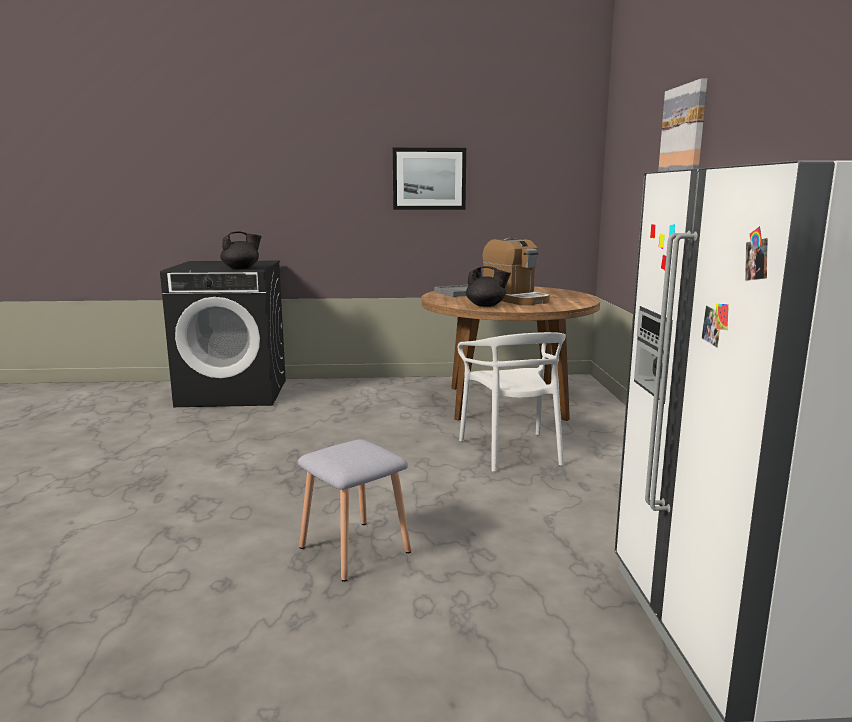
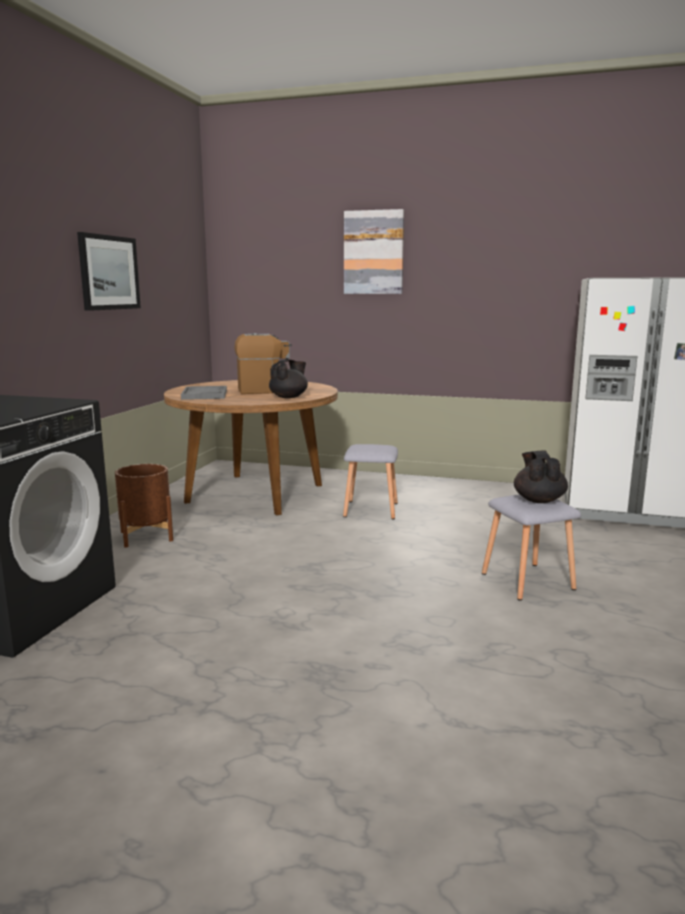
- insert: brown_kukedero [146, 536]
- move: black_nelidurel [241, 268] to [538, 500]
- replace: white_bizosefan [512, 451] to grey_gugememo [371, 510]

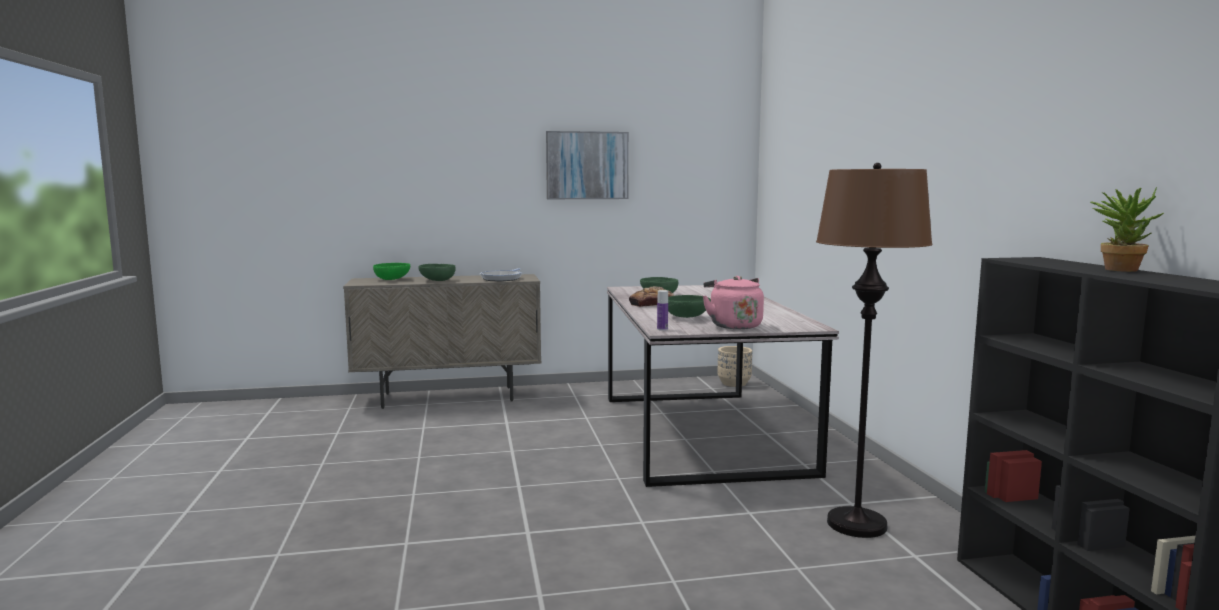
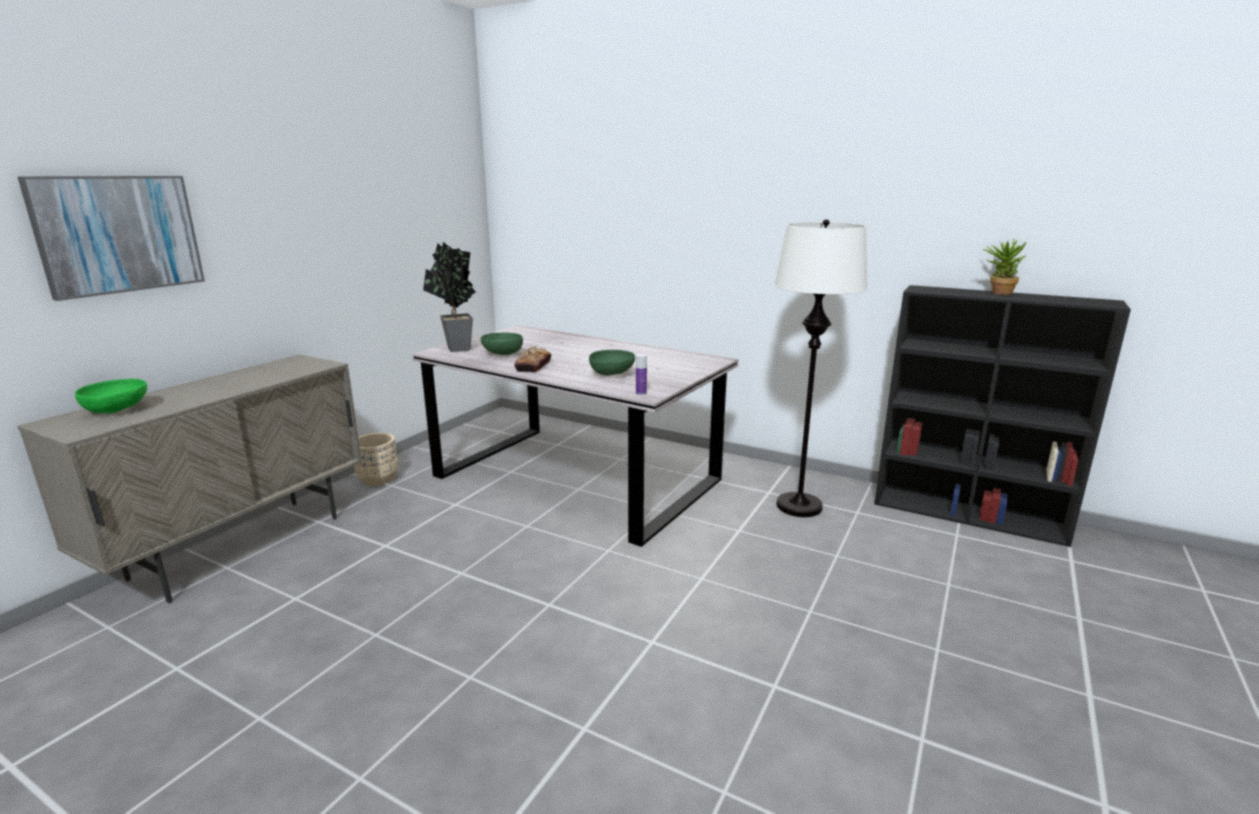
- delete: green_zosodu [437, 280]
- delete: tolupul [502, 278]
- delete: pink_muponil [733, 325]
- insert: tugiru [457, 350]
- move: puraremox [587, 165] to [118, 234]
- move: beige_kukedero [734, 383] to [378, 479]
- recolor: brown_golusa [856, 524] to white_golusa [798, 506]

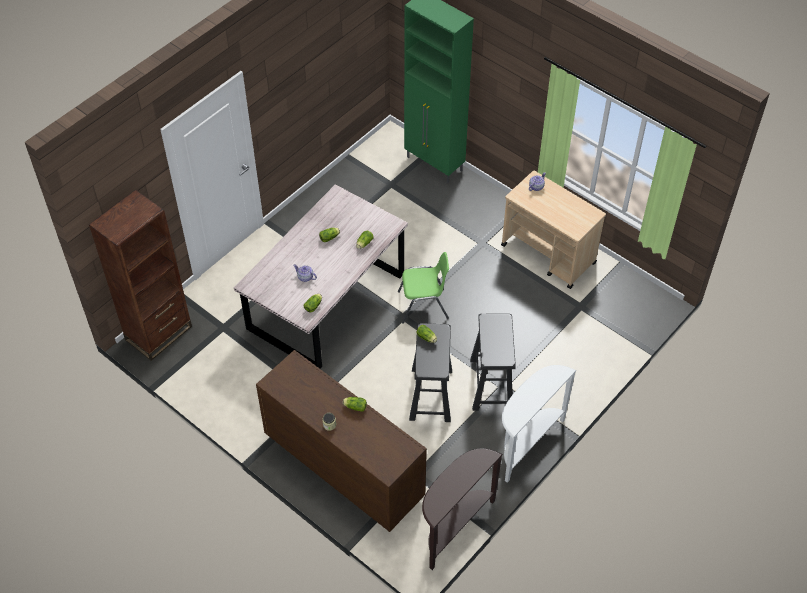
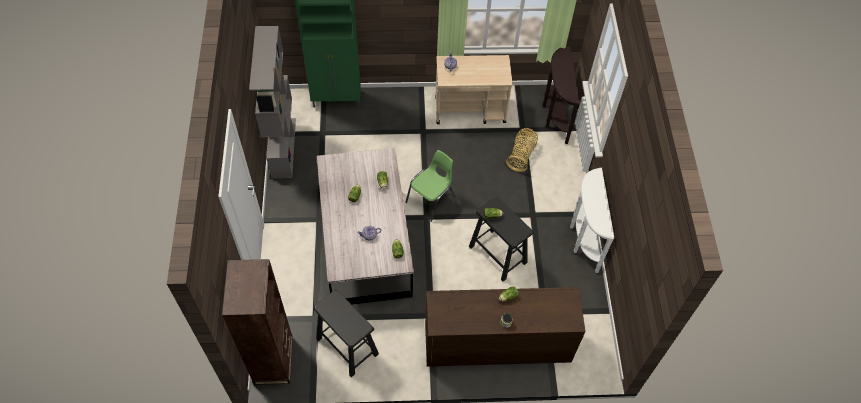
- insert: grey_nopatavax [283, 147]
- insert: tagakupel [521, 155]
- move: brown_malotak [453, 527] to [554, 116]
- move: black_gugememo [491, 384] to [347, 346]

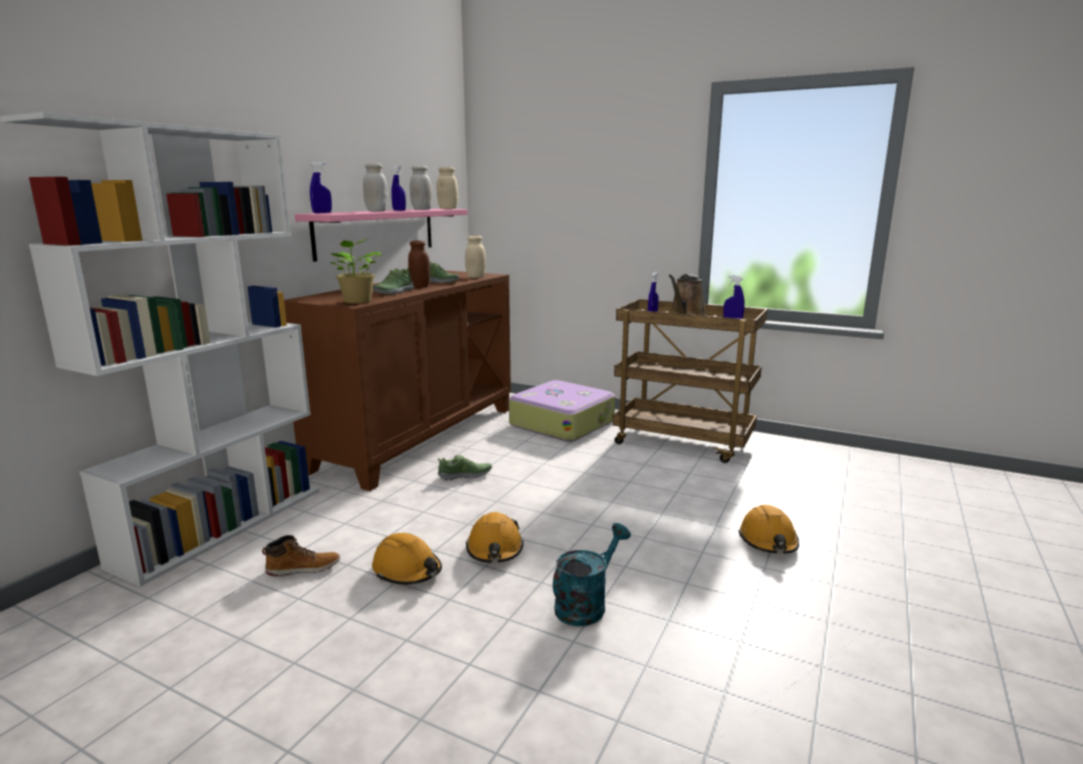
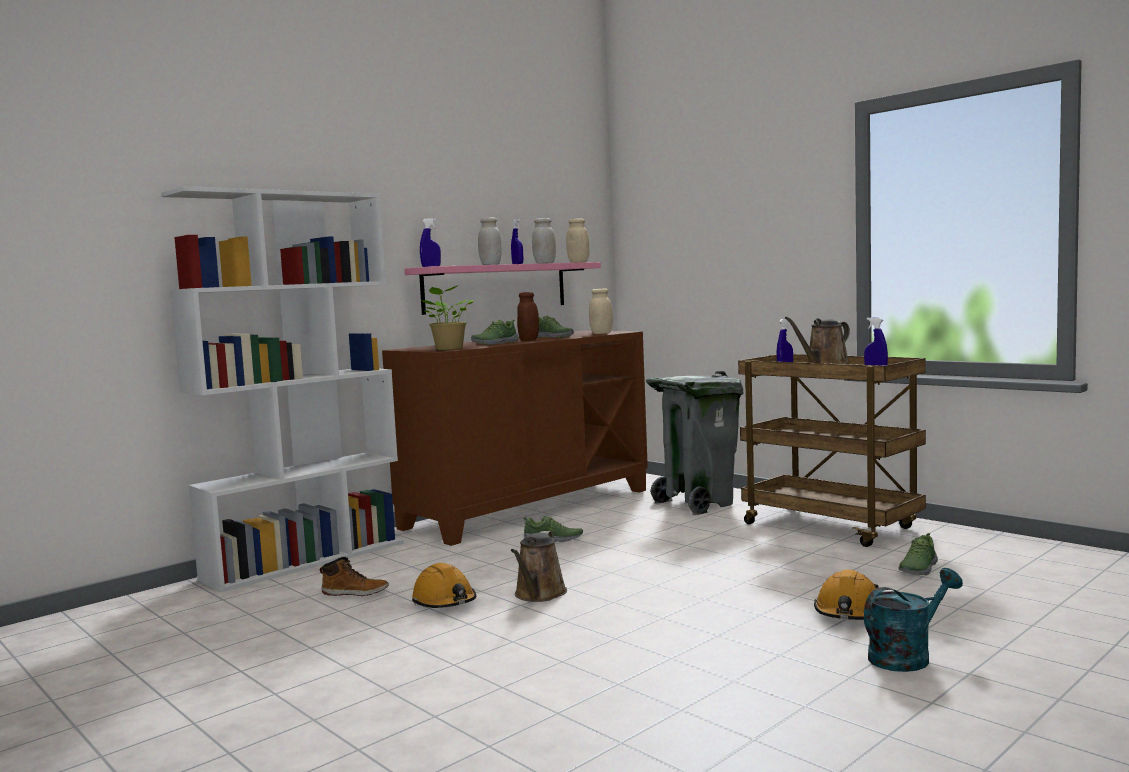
- insert: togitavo [917, 568]
- move: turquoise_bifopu [586, 604] to [906, 656]
- replace: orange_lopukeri [495, 549] to brown_bifopu [539, 595]
- replace: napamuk [562, 423] to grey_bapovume [698, 503]

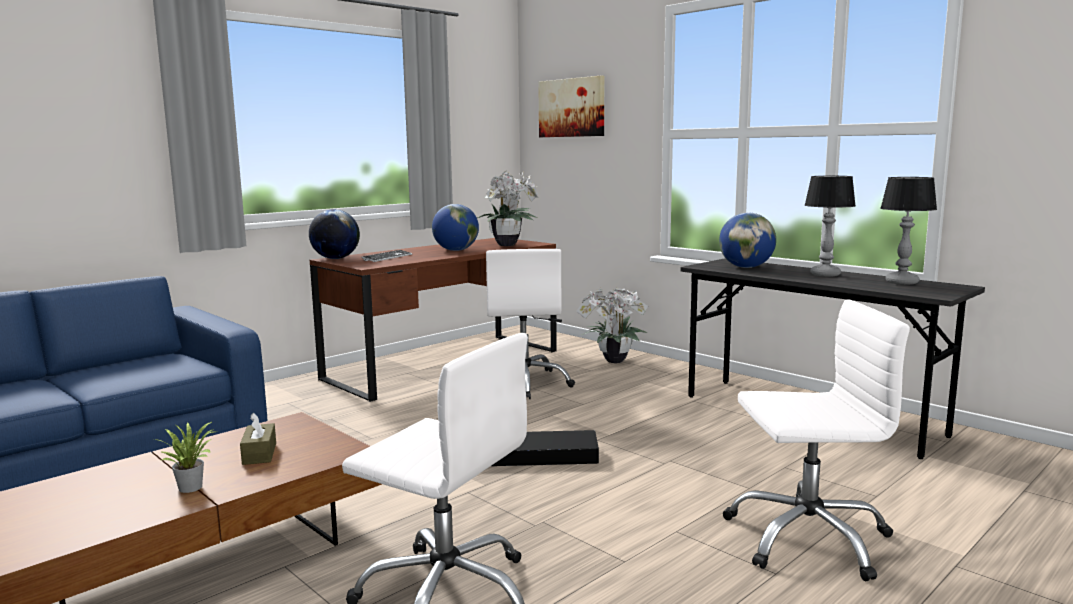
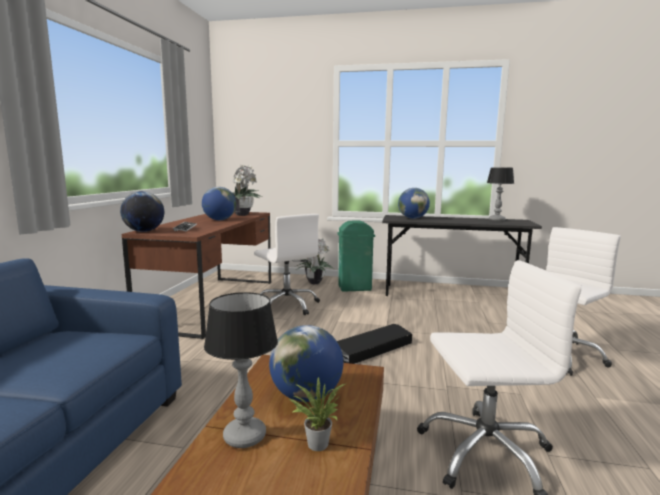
- delete: puraremox [572, 108]
- insert: green_bapovume [355, 288]
- move: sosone [824, 274] to [244, 437]
- replace: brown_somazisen [259, 453] to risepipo [306, 396]

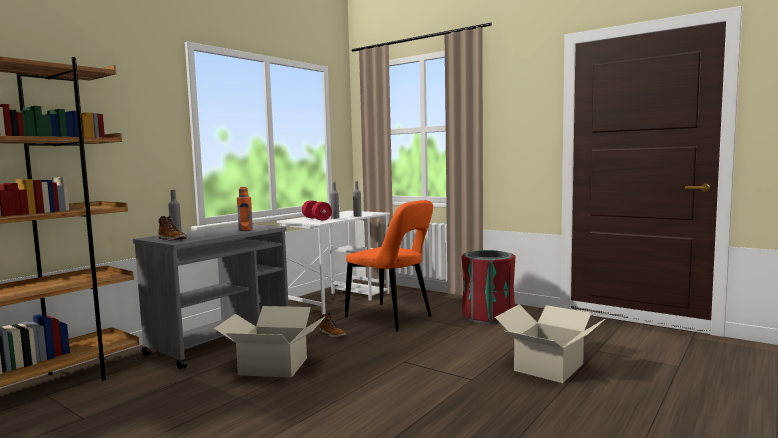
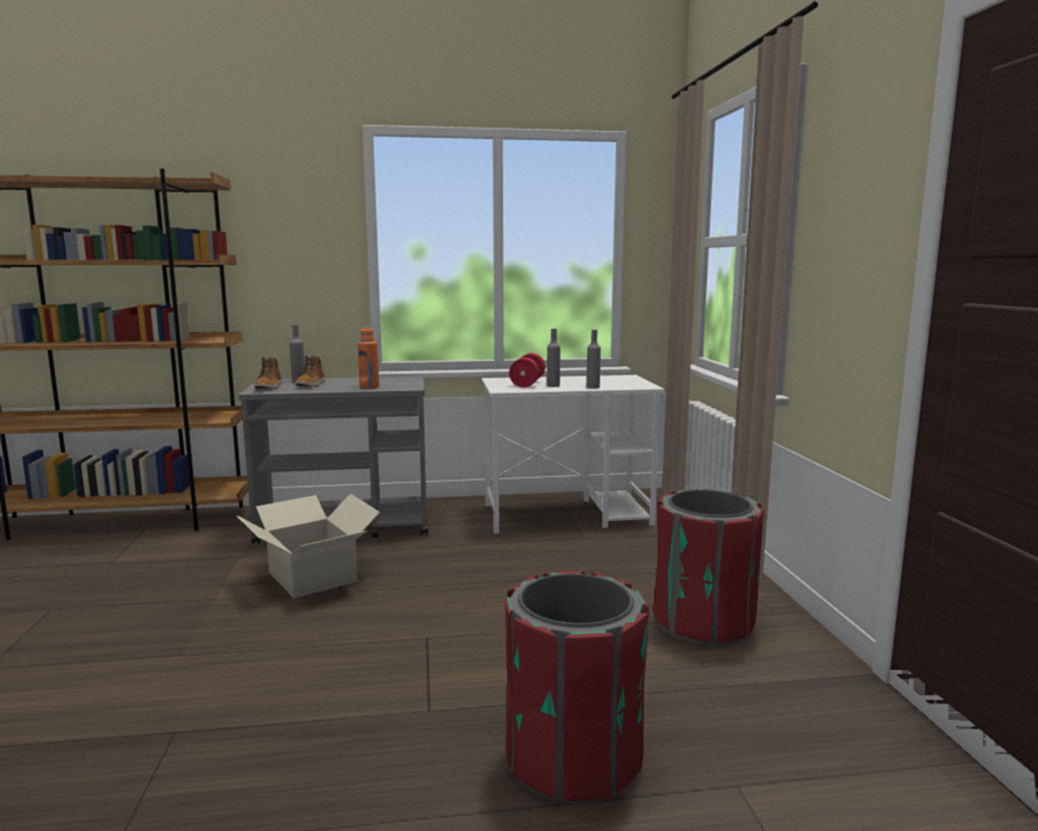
- delete: orange_bizosefan [391, 318]
- move: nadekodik [332, 334] to [311, 385]
- replace: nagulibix [548, 367] to red_bapovume [572, 760]

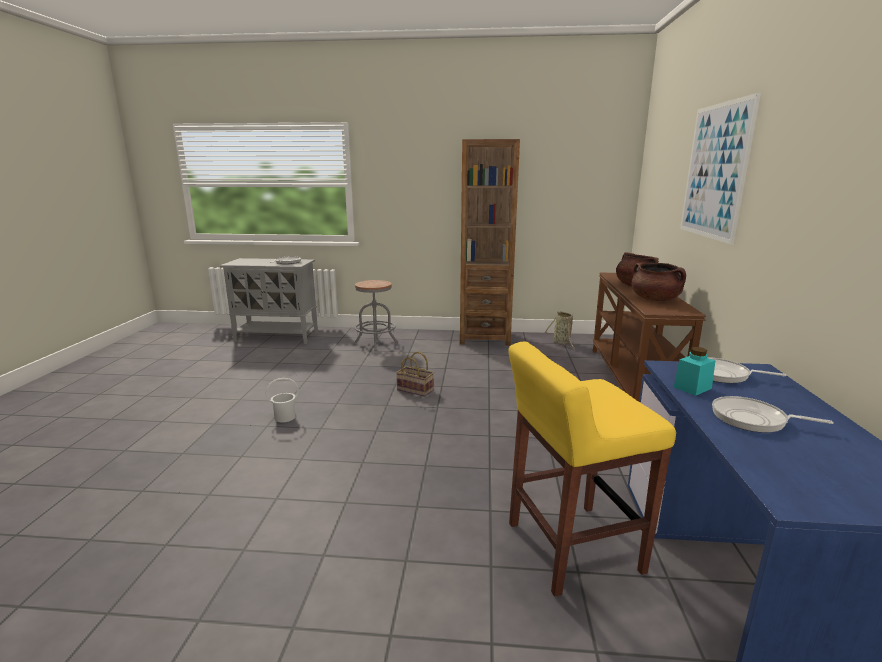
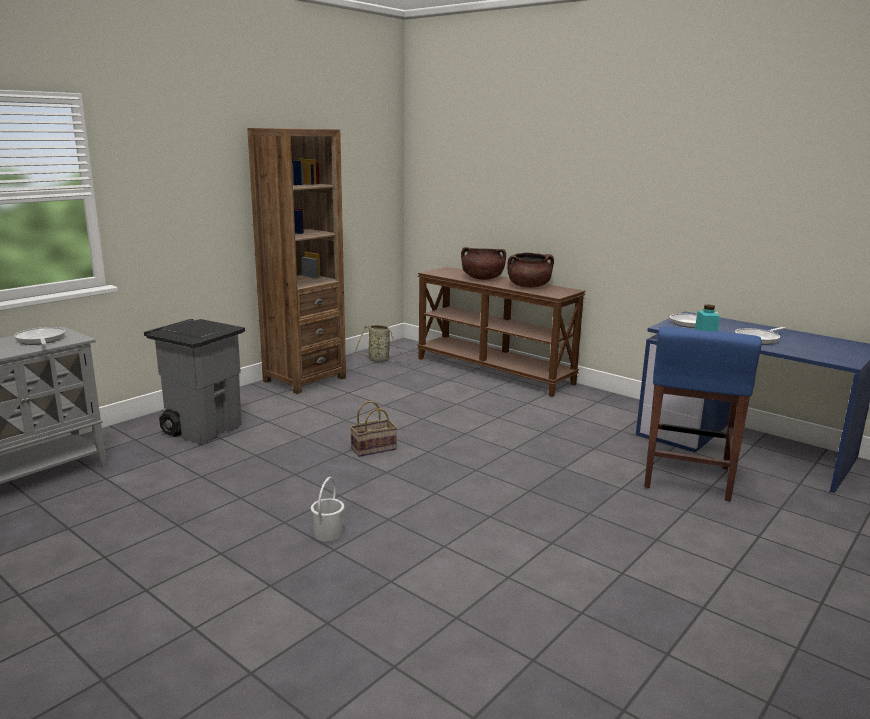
- delete: puraremox [715, 171]
- replace: grey_gugememo [375, 343] to grey_bapovume [203, 429]
- recolor: yellow_gugememo [571, 547] to blue_gugememo [686, 478]

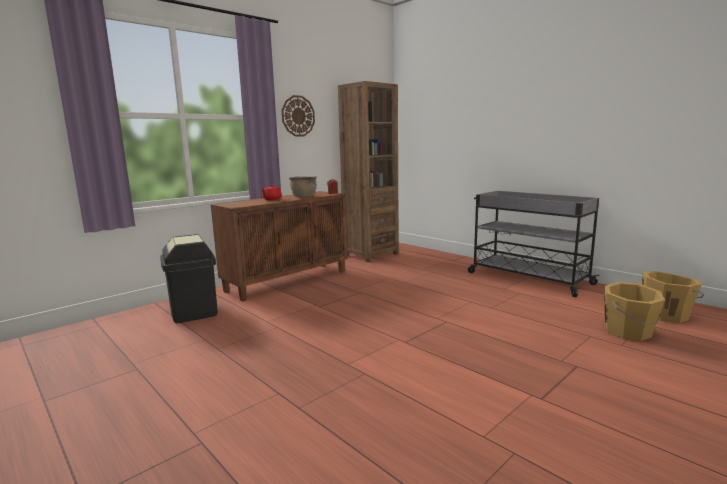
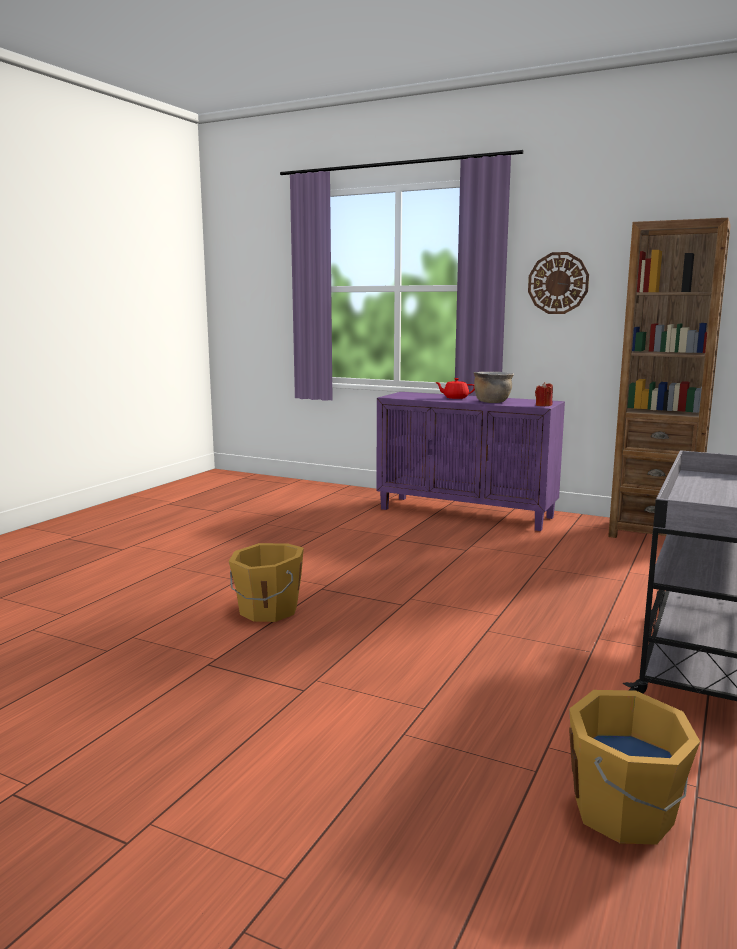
- delete: black_bapovume [194, 312]
- move: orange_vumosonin [629, 332] to [267, 611]
- recolor: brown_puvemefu [288, 281] to purple_puvemefu [467, 513]

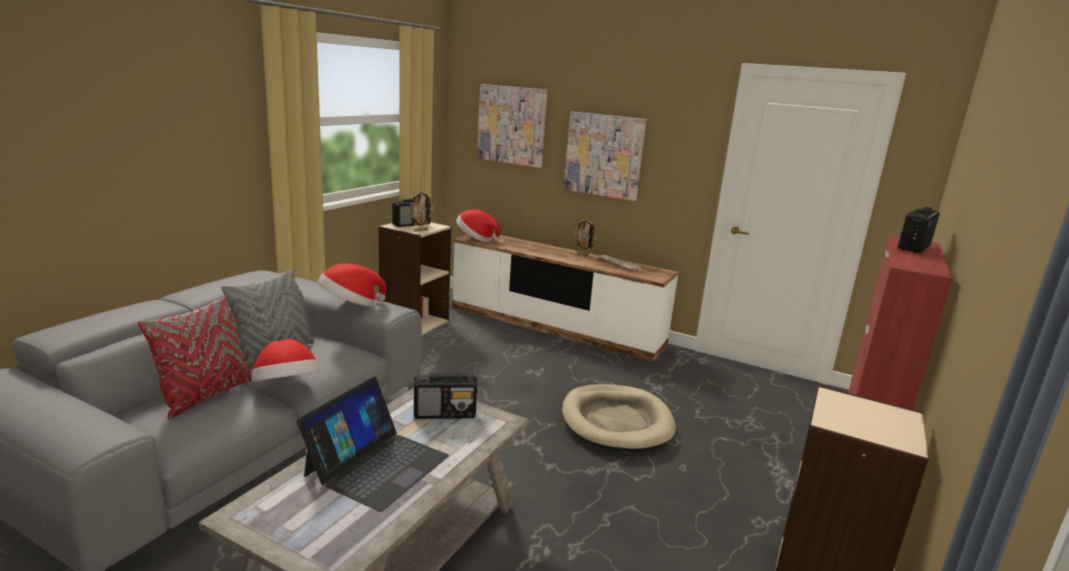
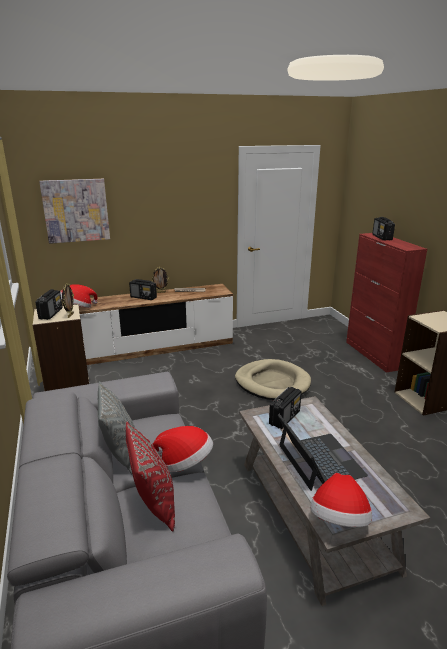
- delete: puraremox [604, 155]
- insert: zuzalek [143, 297]
- move: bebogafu [350, 305] to [339, 521]

